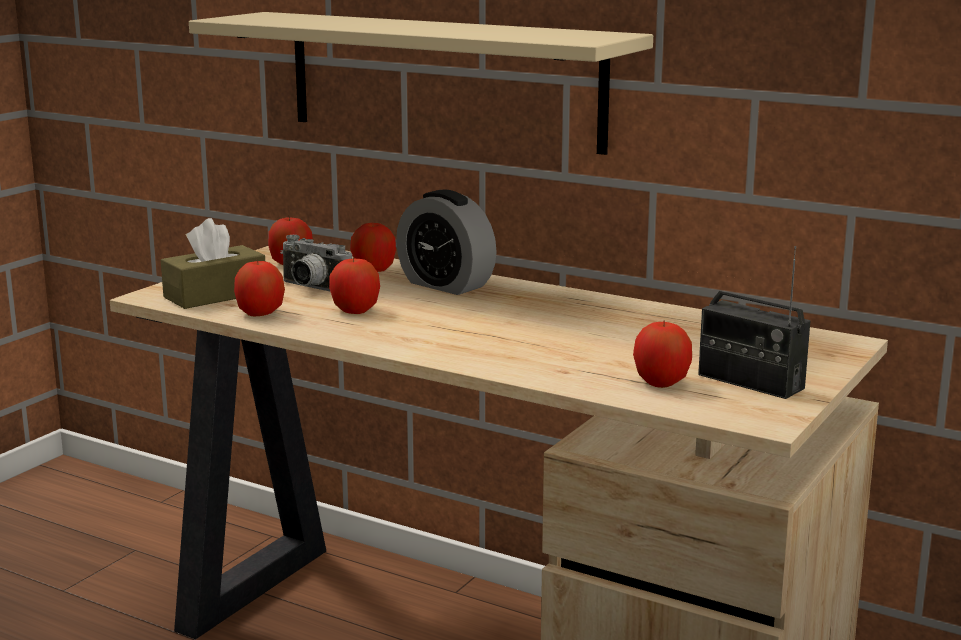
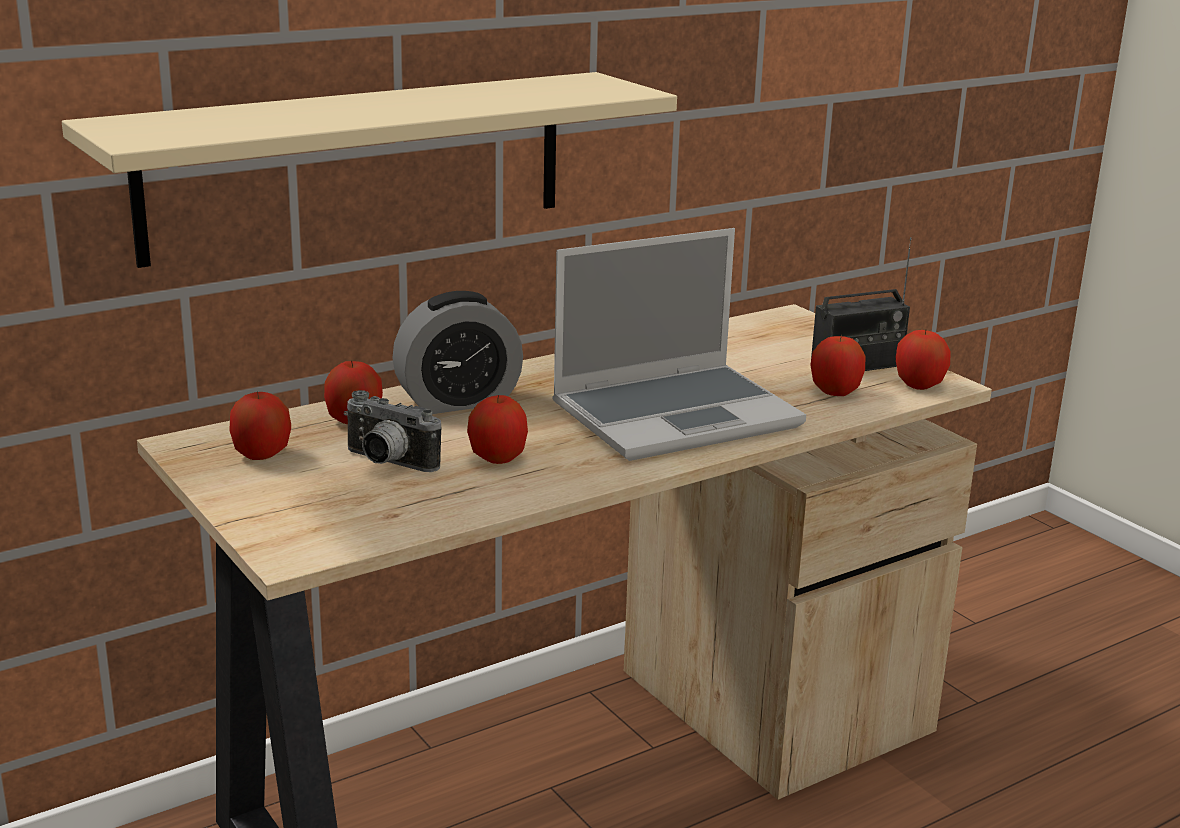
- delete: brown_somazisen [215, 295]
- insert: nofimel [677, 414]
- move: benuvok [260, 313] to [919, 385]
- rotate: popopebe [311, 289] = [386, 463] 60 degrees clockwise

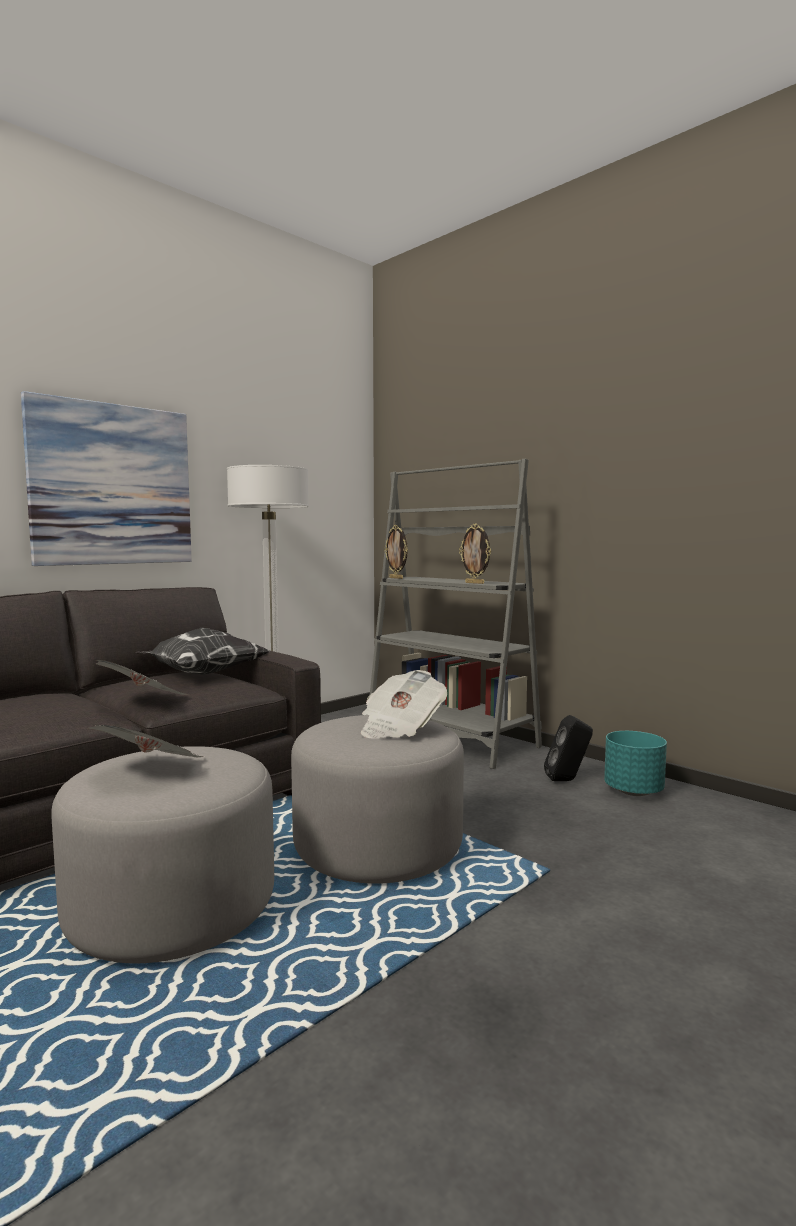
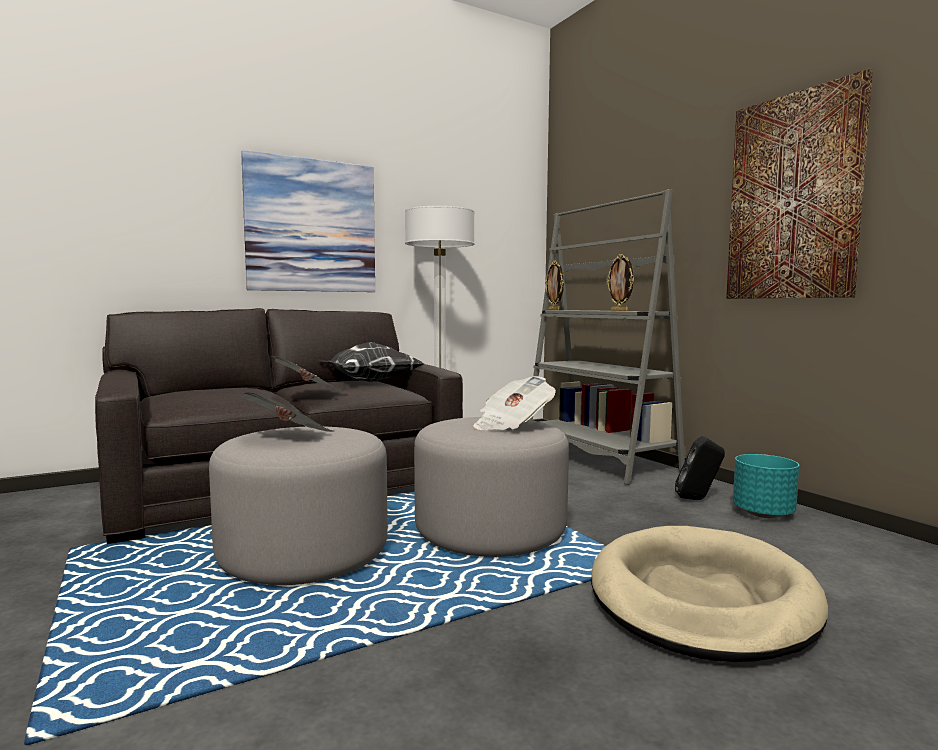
- insert: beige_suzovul [701, 598]
- insert: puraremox [793, 197]

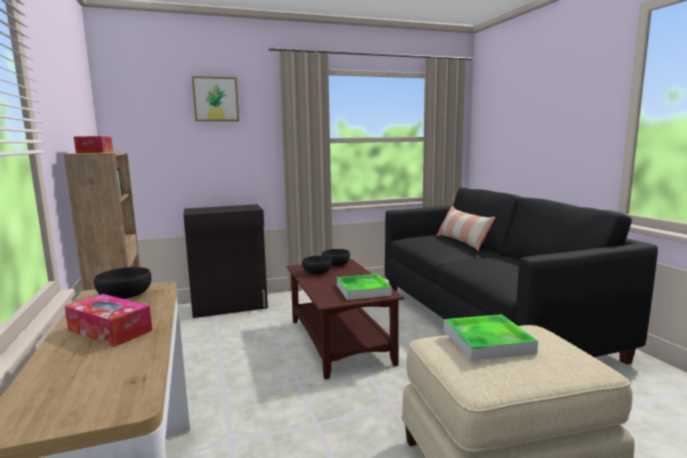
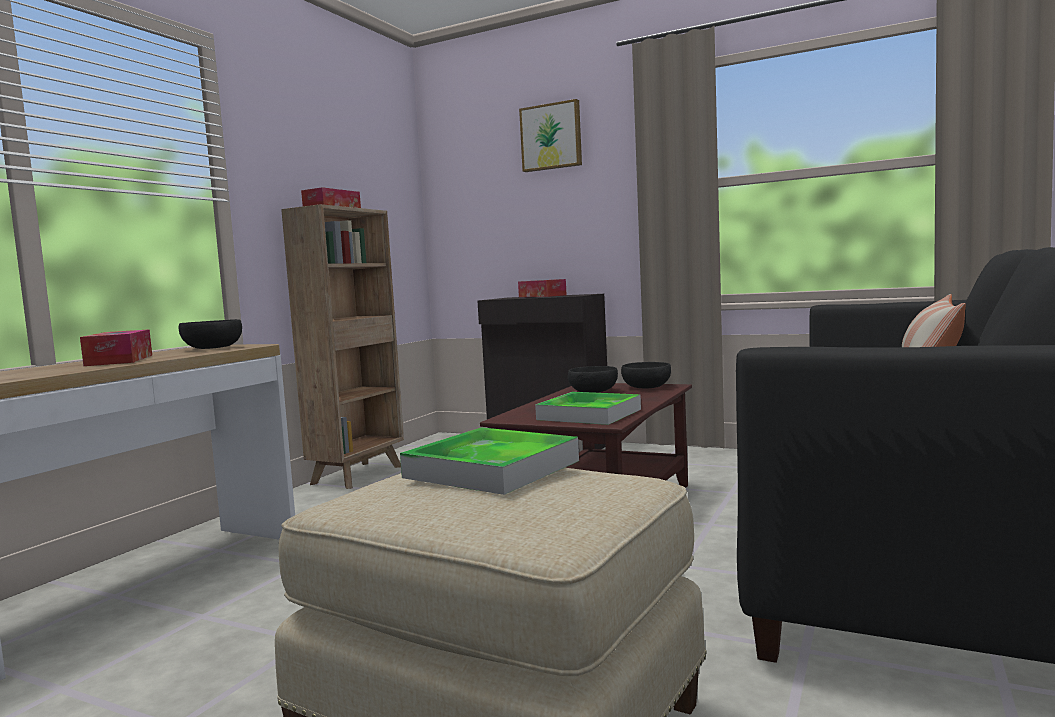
- insert: somazisen [542, 296]

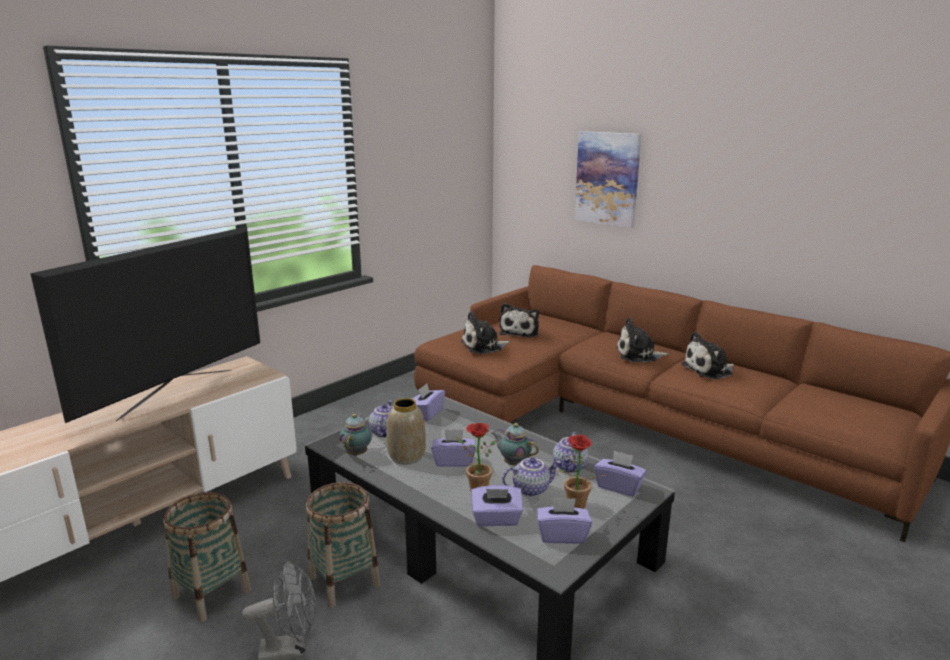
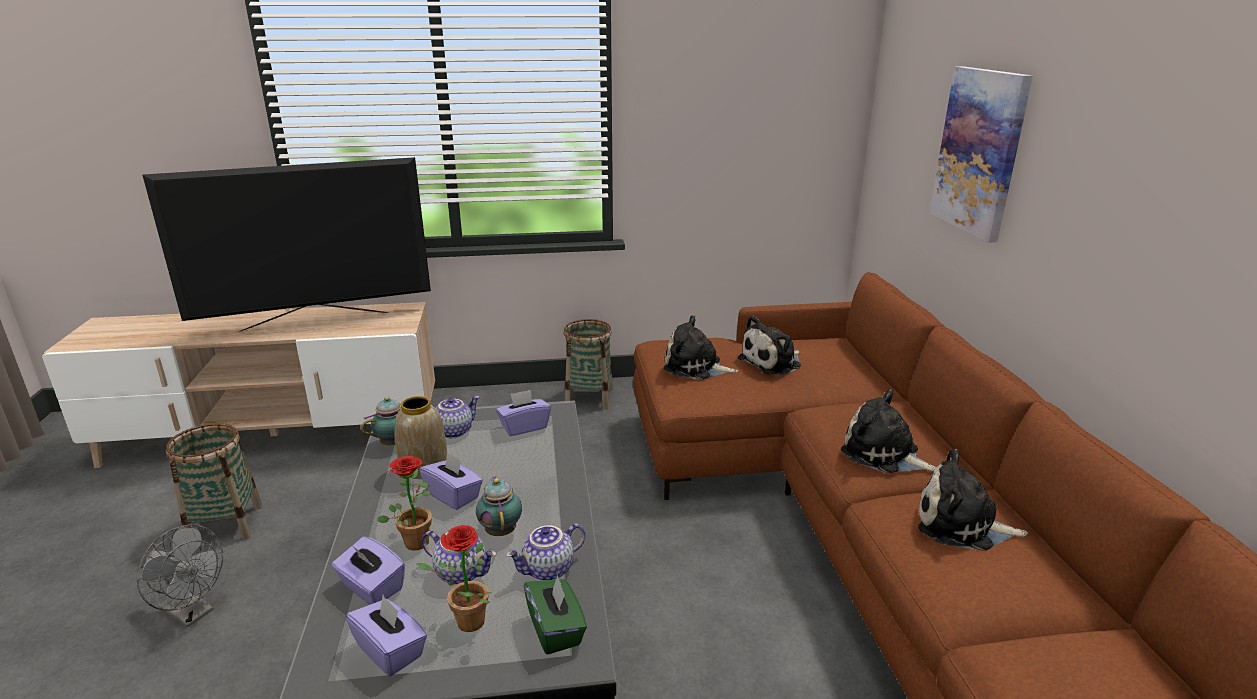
- move: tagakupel [344, 581] to [589, 397]
- recolor: purple_somazisen [619, 486] to green_somazisen [556, 630]

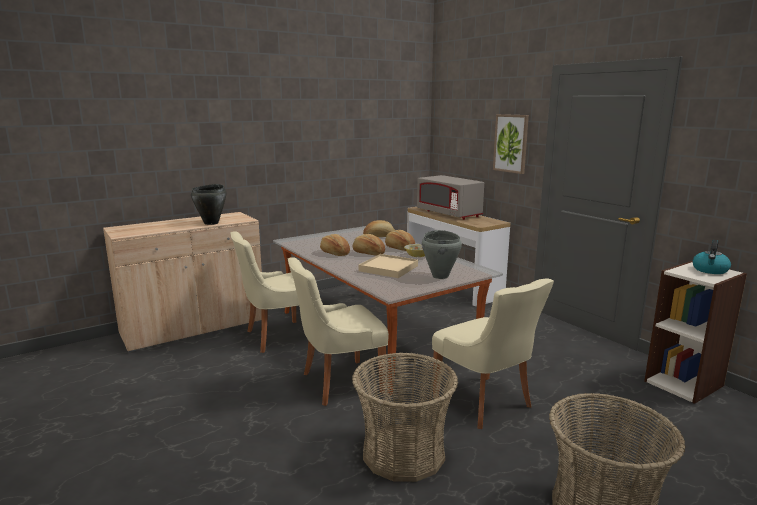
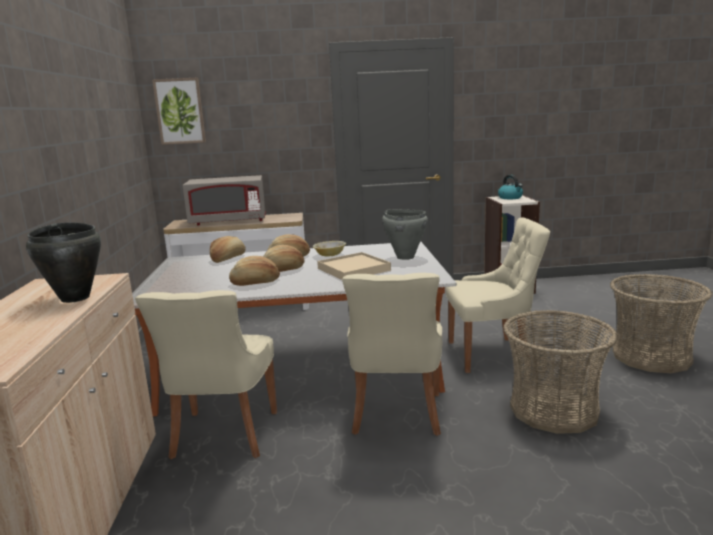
- move: puraremox [511, 143] to [180, 111]

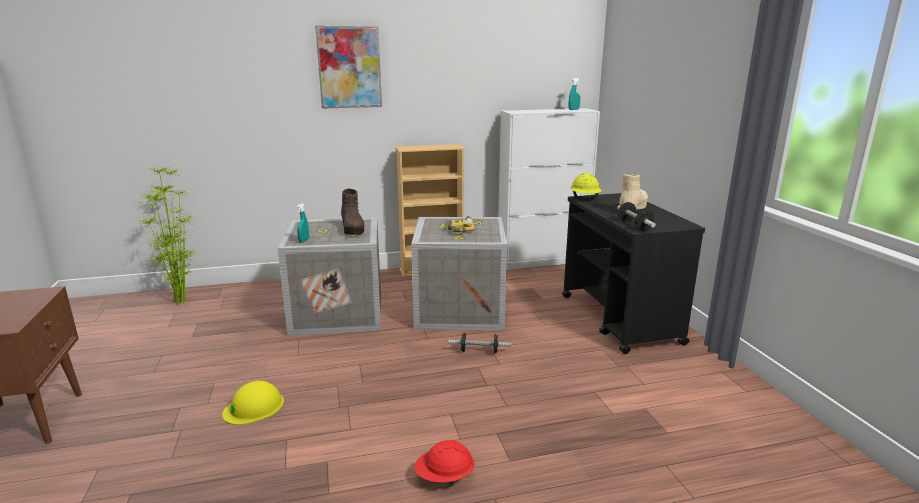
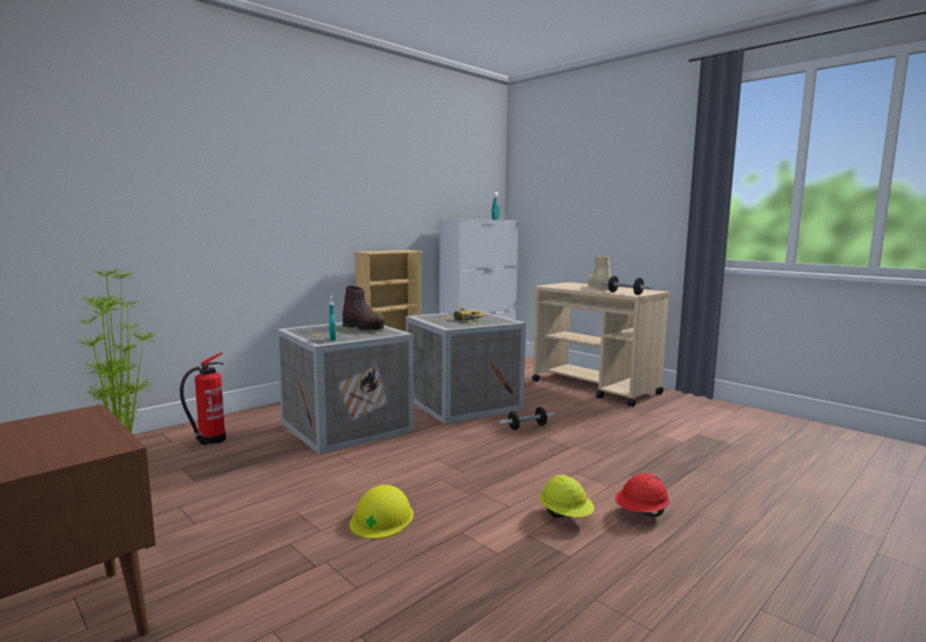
- delete: puraremox [349, 67]
- insert: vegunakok [209, 441]
- move: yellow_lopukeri [585, 198] to [566, 516]
- recolor: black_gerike [619, 319] to beige_gerike [596, 387]

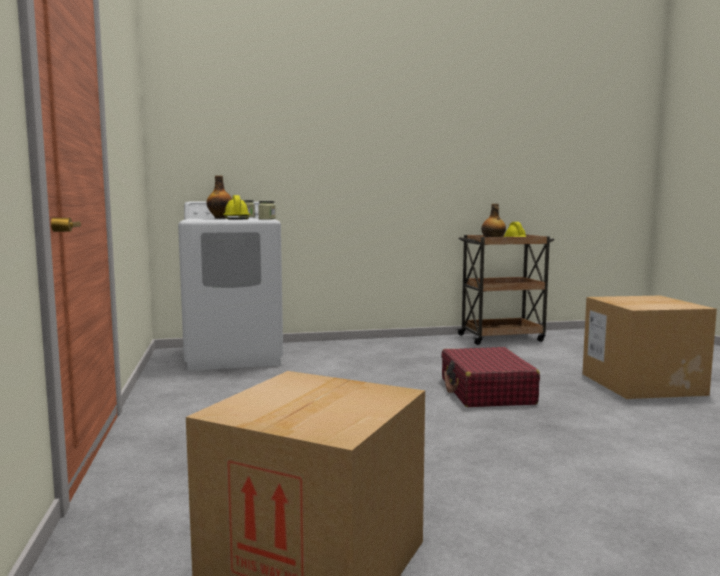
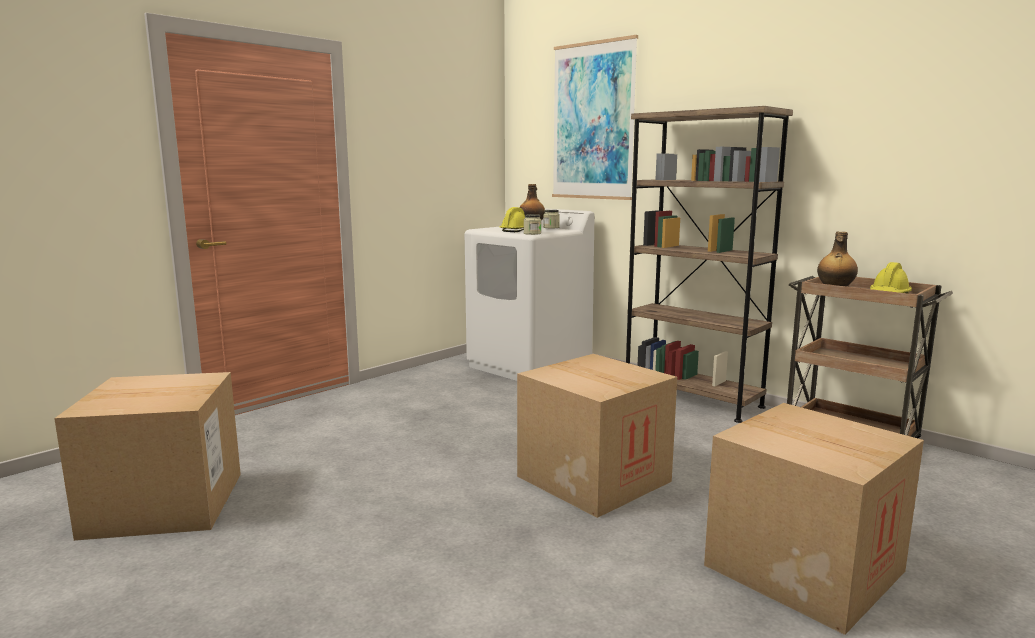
- insert: puraremox [593, 121]
- insert: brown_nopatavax [692, 399]
- replace: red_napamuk [486, 391] to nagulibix [593, 479]

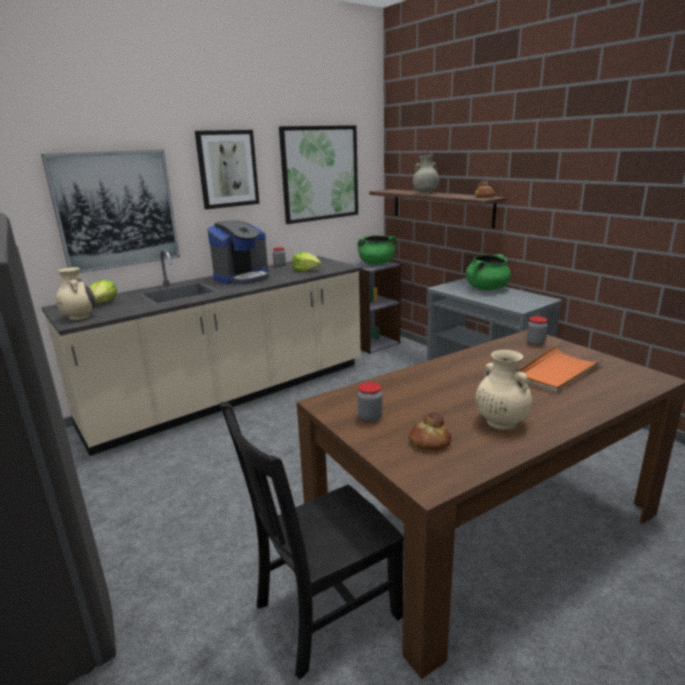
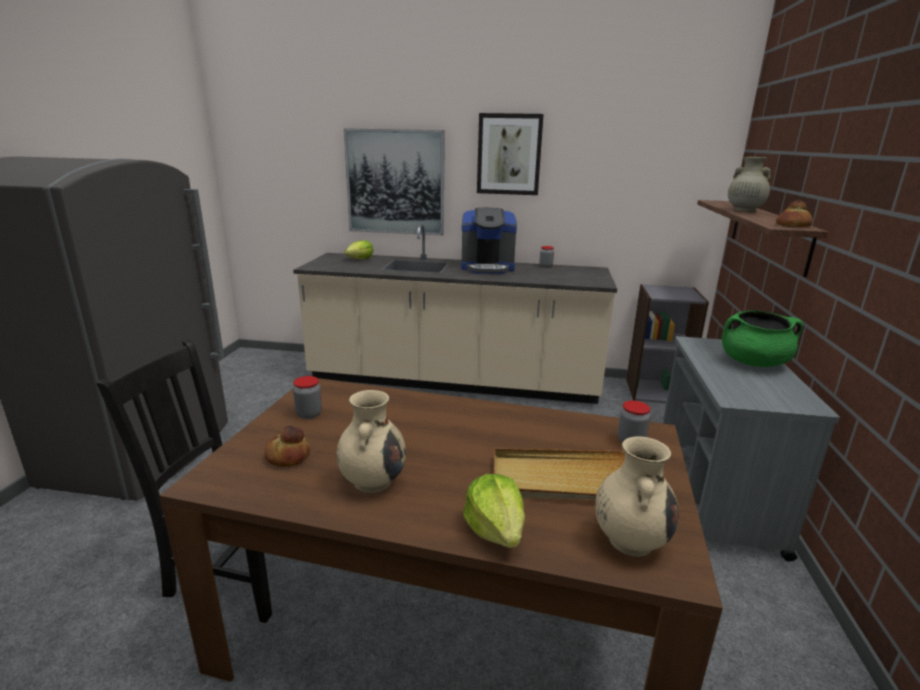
- delete: puraremox [320, 173]
- delete: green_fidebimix [377, 263]
- move: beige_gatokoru [79, 316] to [630, 540]
- move: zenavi [306, 270] to [496, 529]
- recolor: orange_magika [556, 372] to beige_magika [562, 480]

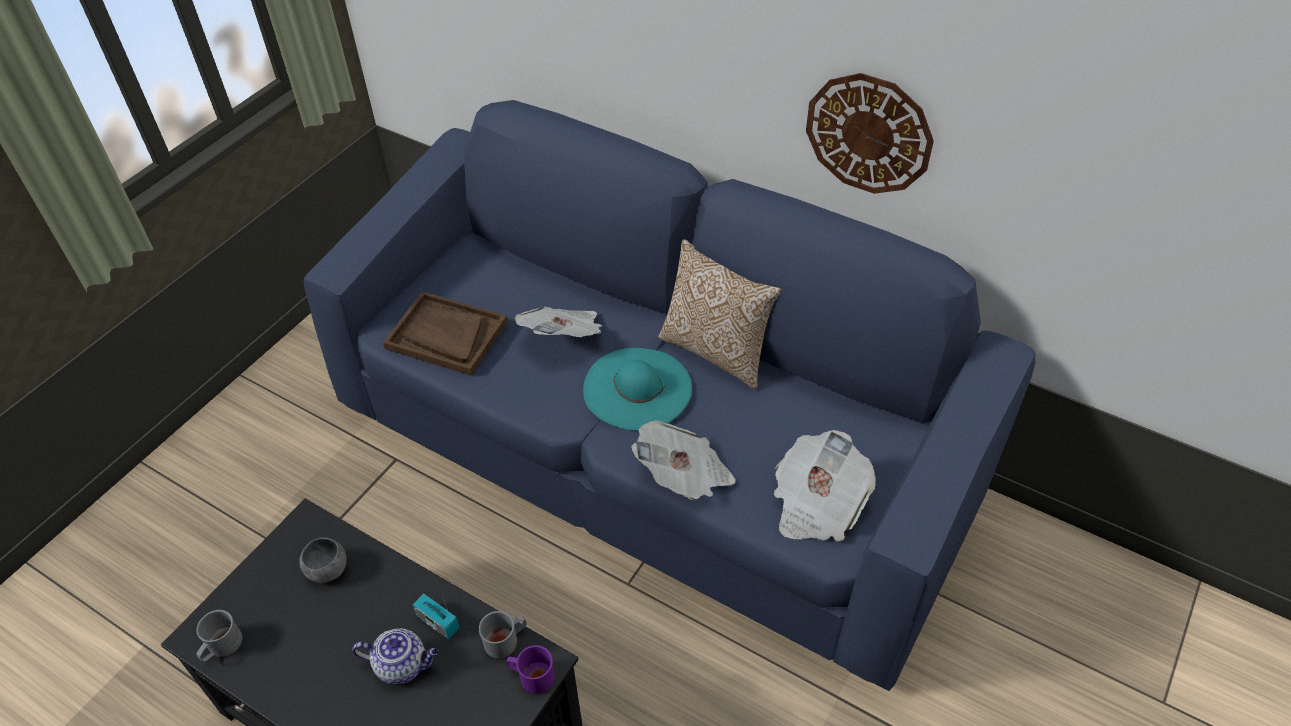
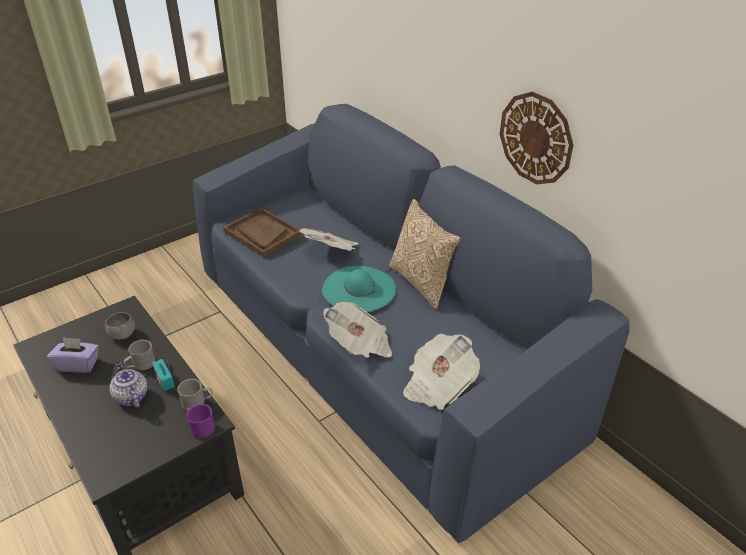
- insert: purple_somazisen [78, 364]
- move: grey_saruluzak [221, 647] to [141, 365]
- rotate: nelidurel [403, 665] = [131, 396] 150 degrees counterclockwise

